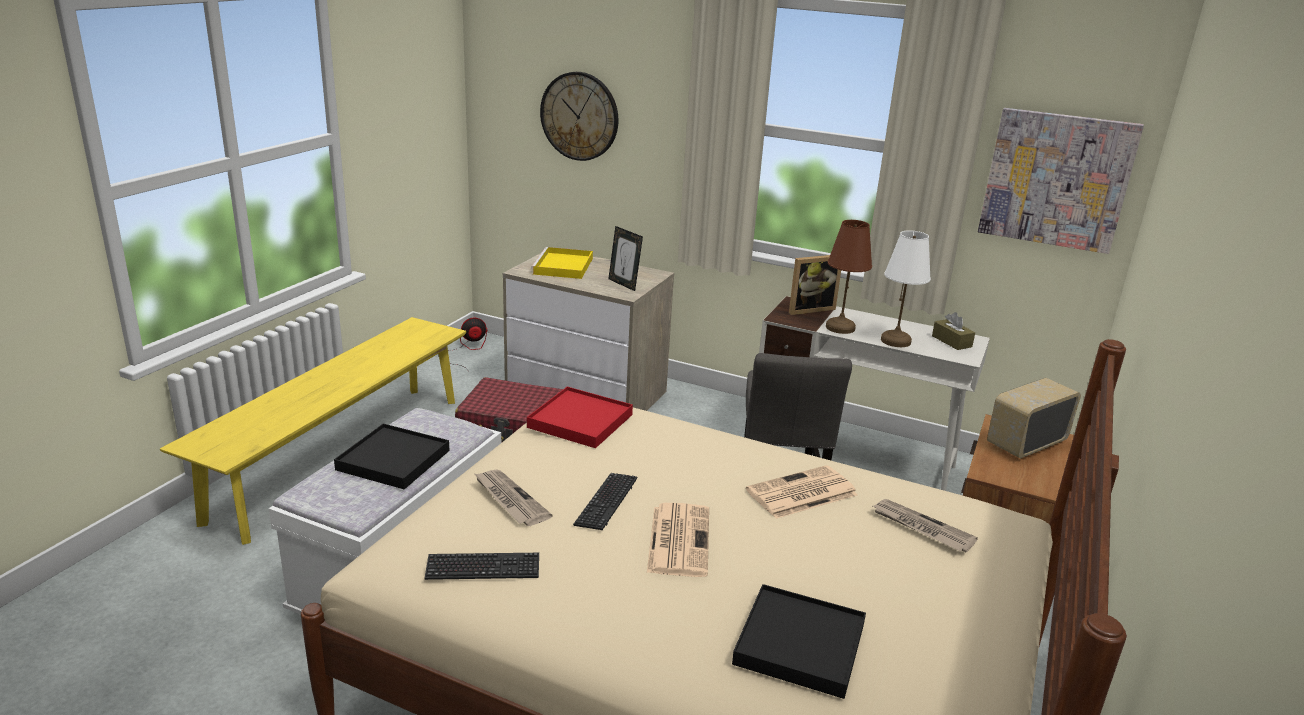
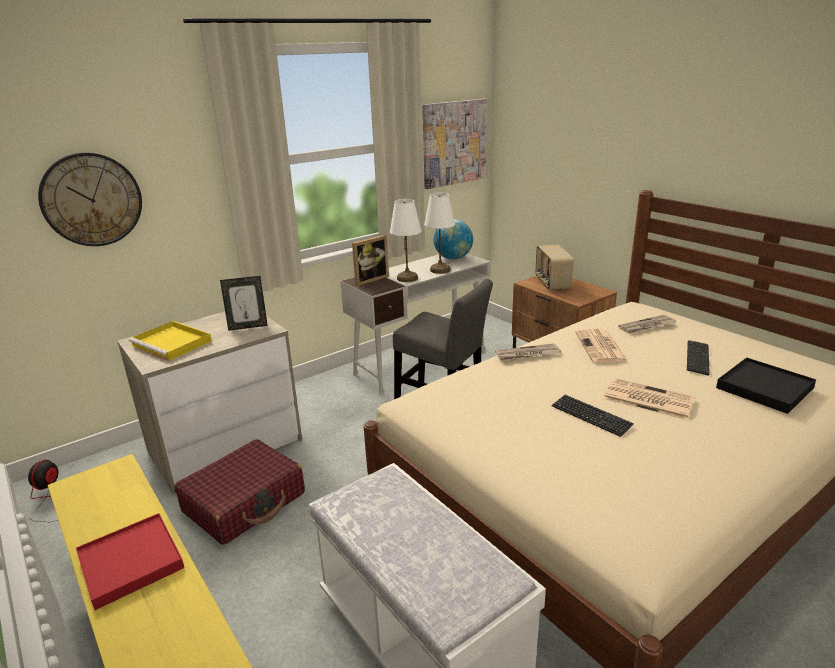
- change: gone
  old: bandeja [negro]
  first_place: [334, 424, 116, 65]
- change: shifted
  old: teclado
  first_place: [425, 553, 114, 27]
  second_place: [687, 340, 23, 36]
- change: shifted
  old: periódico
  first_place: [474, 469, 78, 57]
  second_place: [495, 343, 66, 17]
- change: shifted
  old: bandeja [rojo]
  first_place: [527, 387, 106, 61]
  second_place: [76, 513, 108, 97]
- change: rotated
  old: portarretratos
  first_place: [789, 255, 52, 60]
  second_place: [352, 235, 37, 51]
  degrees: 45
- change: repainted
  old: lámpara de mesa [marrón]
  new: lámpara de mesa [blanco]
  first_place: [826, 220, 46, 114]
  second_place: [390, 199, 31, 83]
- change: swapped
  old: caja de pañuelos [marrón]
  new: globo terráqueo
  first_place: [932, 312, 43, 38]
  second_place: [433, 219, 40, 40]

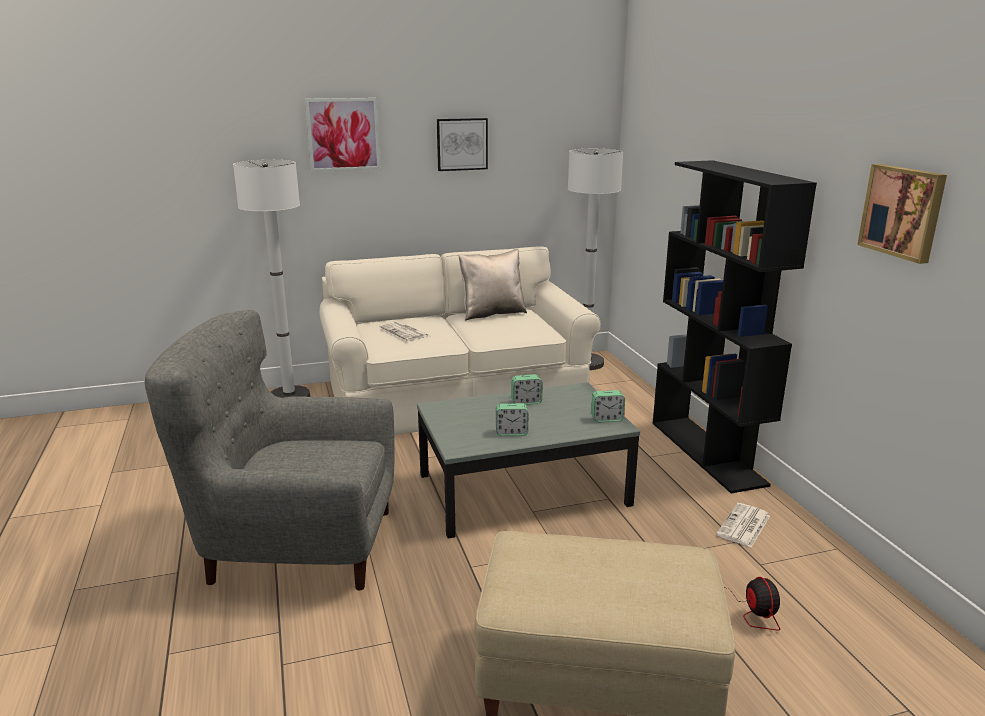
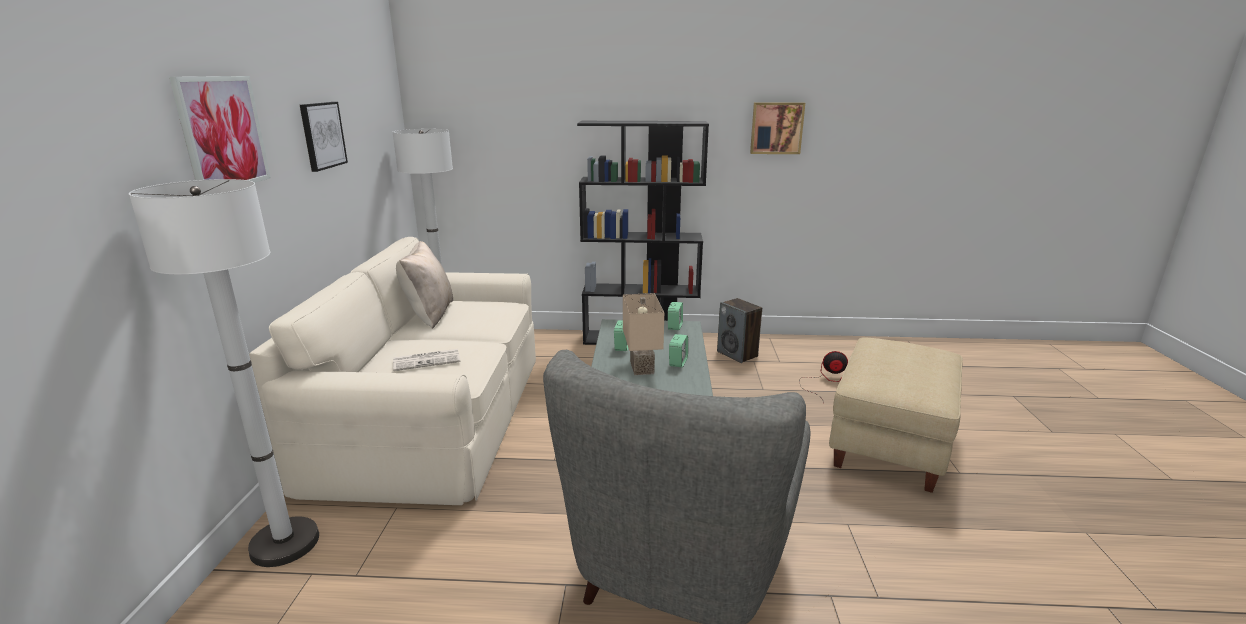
- change: swapped
  old: periódico
  new: altavoz
  first_place: [716, 503, 54, 44]
  second_place: [717, 298, 45, 65]
- change: new
  new: lámpara de mesa [beis]
  second_place: [623, 293, 41, 82]

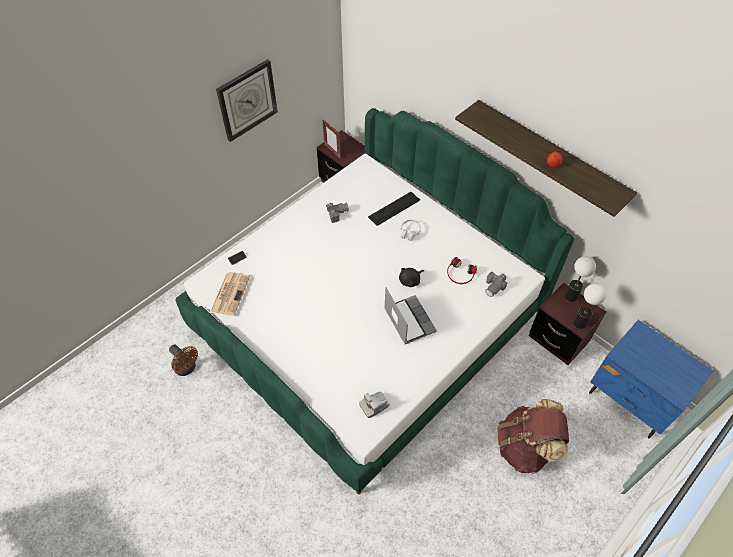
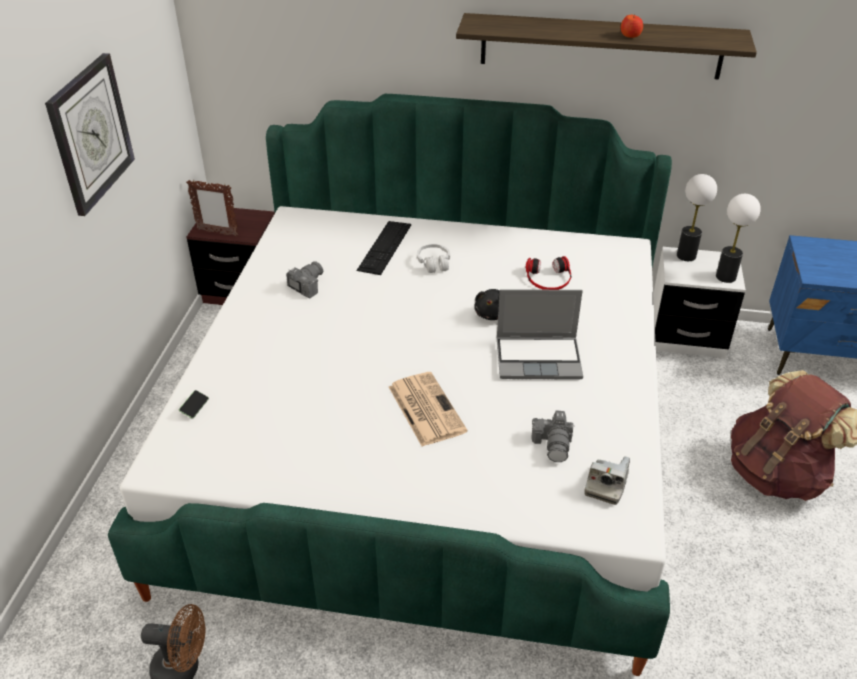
- change: shifted
  old: periódico
  first_place: [210, 272, 40, 44]
  second_place: [389, 372, 78, 74]
- change: rotated
  old: portátil
  first_place: [384, 288, 53, 56]
  second_place: [497, 289, 86, 91]
  degrees: 150
- change: shifted
  old: cámara
  first_place: [485, 271, 22, 26]
  second_place: [531, 410, 44, 52]
- change: repainted
  old: mesita de noche [marrón]
  new: mesita de noche [blanco]
  first_place: [529, 283, 77, 82]
  second_place: [653, 247, 93, 111]

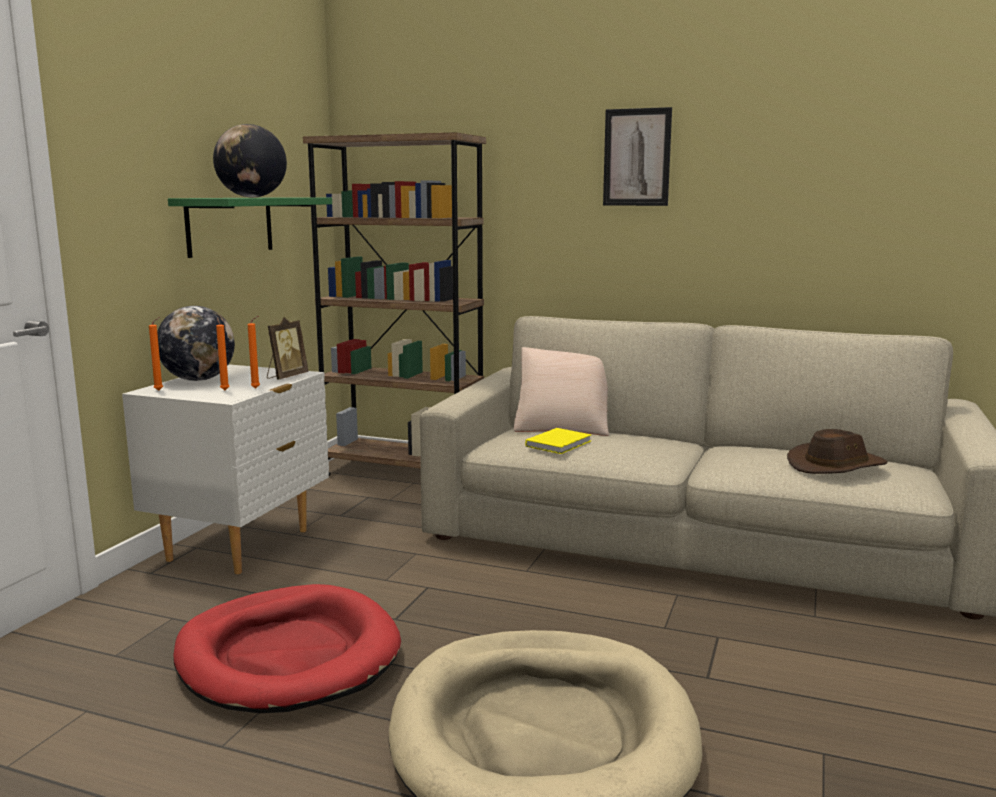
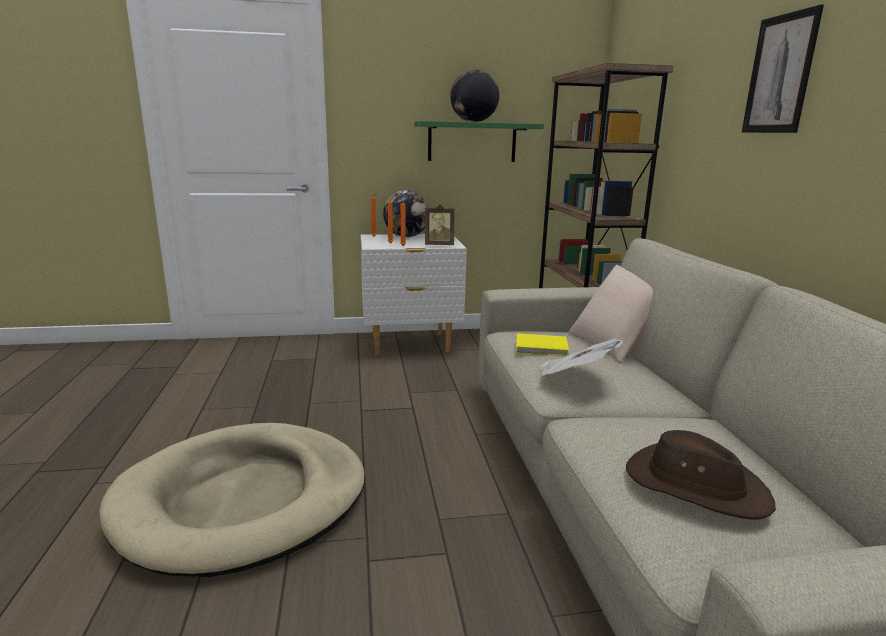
- change: gone
  old: cama para perro [rojo]
  first_place: [173, 584, 228, 129]
- change: new
  new: periódico
  second_place: [539, 338, 84, 39]

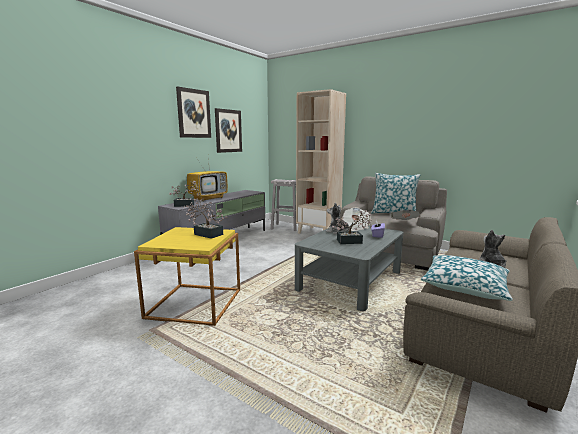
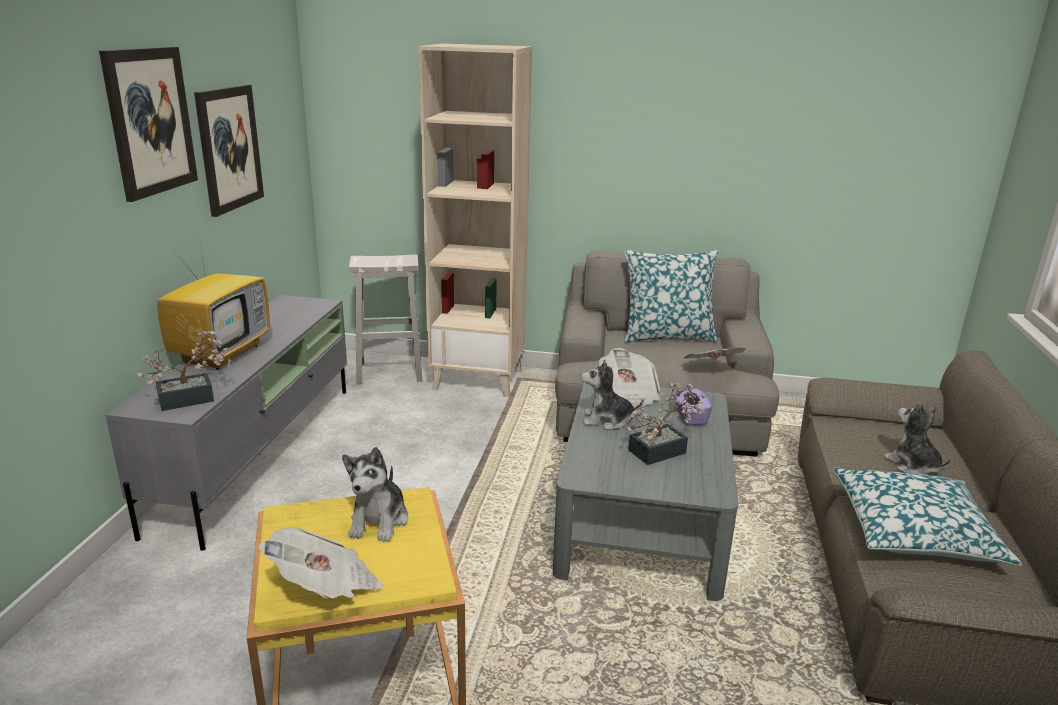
- change: swapped
  old: planta en maceta
  new: peluche
  first_place: [184, 198, 44, 41]
  second_place: [342, 447, 66, 95]
- change: new
  new: periódico
  second_place: [258, 527, 125, 72]

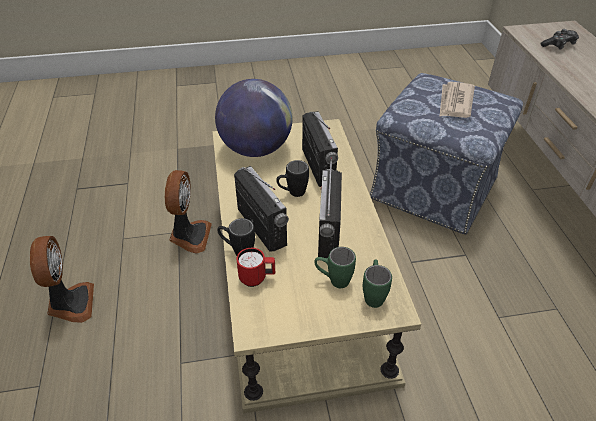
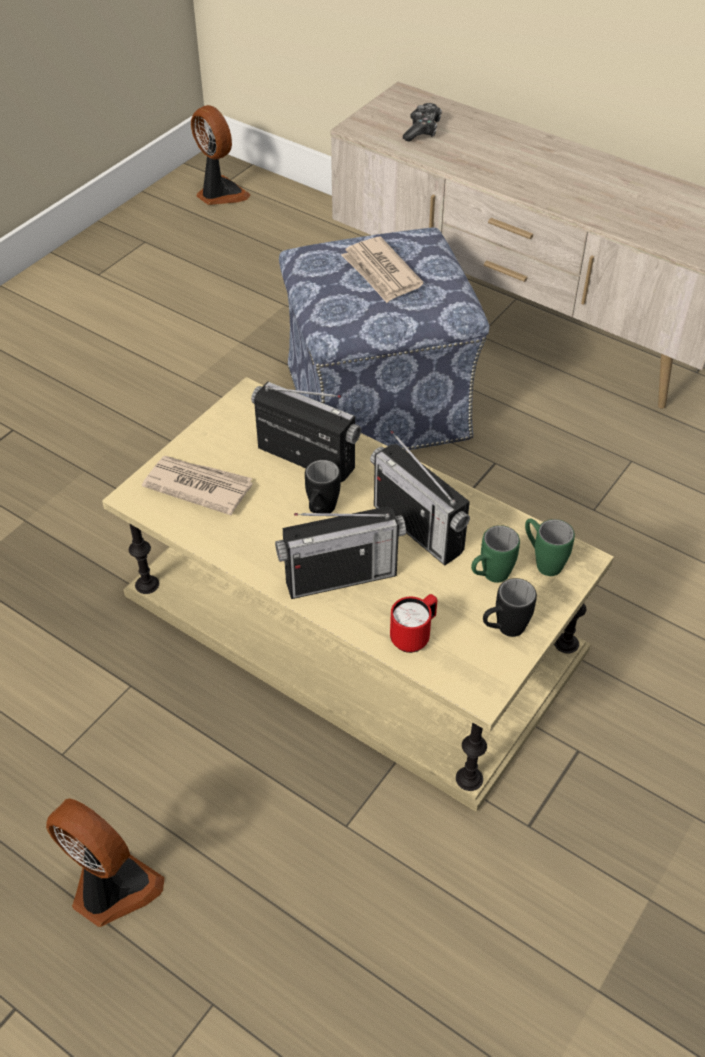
- change: shifted
  old: ventilador
  first_place: [165, 170, 47, 83]
  second_place: [191, 105, 60, 100]
- change: swapped
  old: globo terráqueo
  new: periódico
  first_place: [215, 79, 78, 78]
  second_place: [142, 456, 110, 59]
- change: shifted
  old: taza grande [negro]
  first_place: [217, 218, 38, 38]
  second_place: [483, 578, 54, 59]
- change: rotated
  old: radio
  first_place: [234, 166, 55, 86]
  second_place: [275, 506, 131, 93]
  degrees: 150

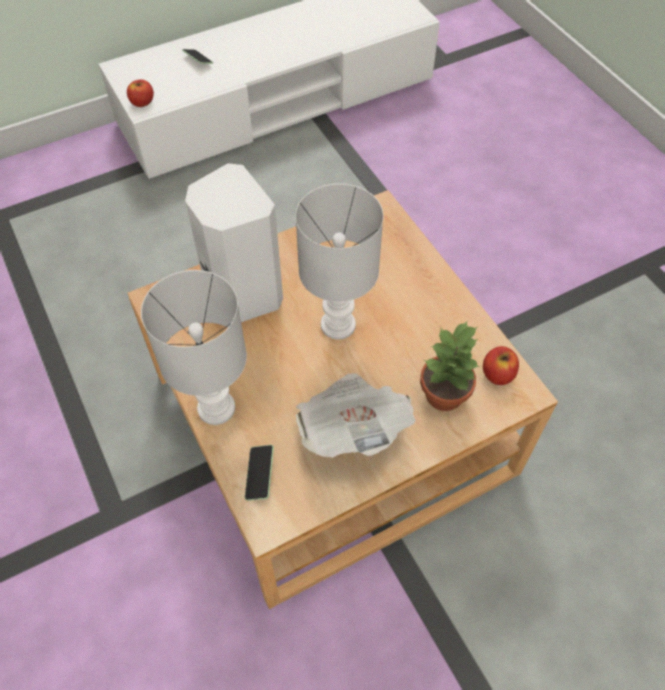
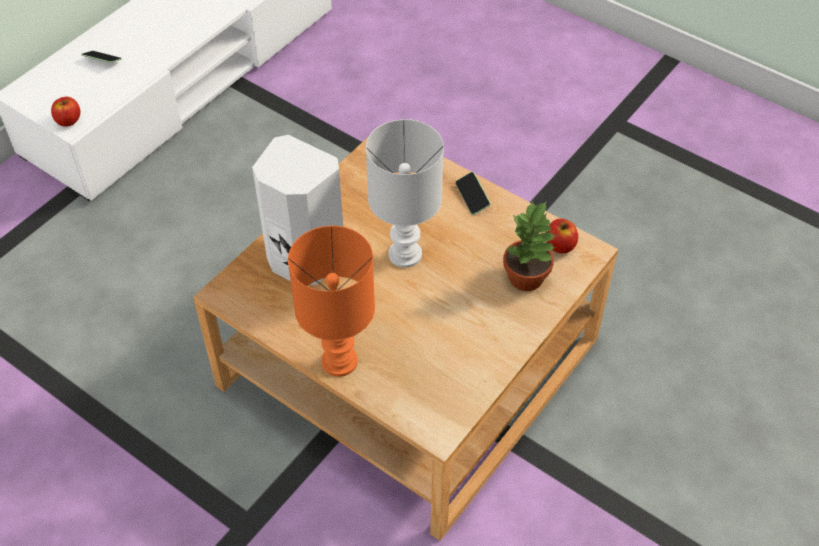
- change: repainted
  old: lámpara de mesa [blanco]
  new: lámpara de mesa [naranja]
  first_place: [141, 270, 106, 155]
  second_place: [288, 226, 87, 151]
- change: shifted
  old: móvil
  first_place: [245, 445, 29, 56]
  second_place: [455, 172, 36, 43]
- change: gone
  old: periódico
  first_place: [296, 373, 120, 85]

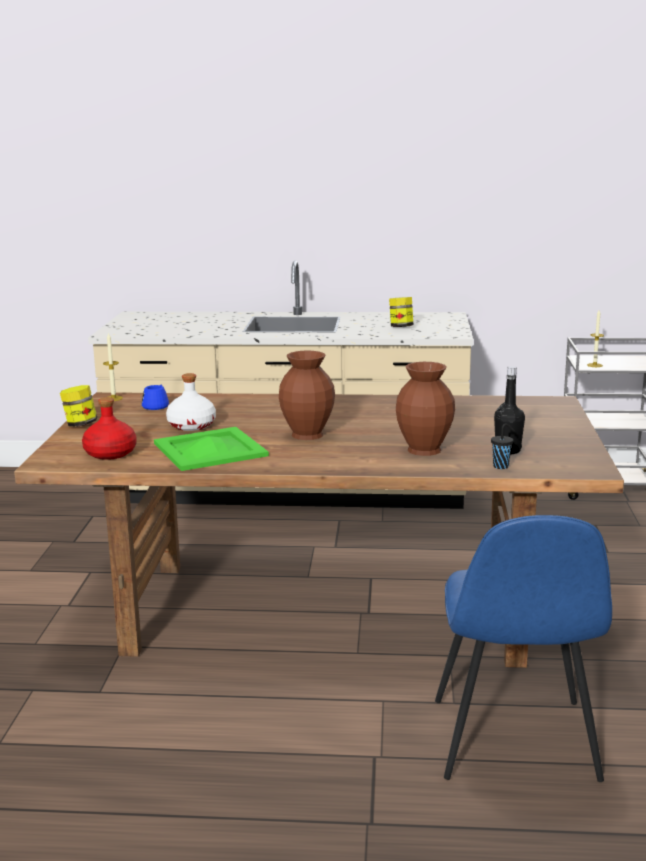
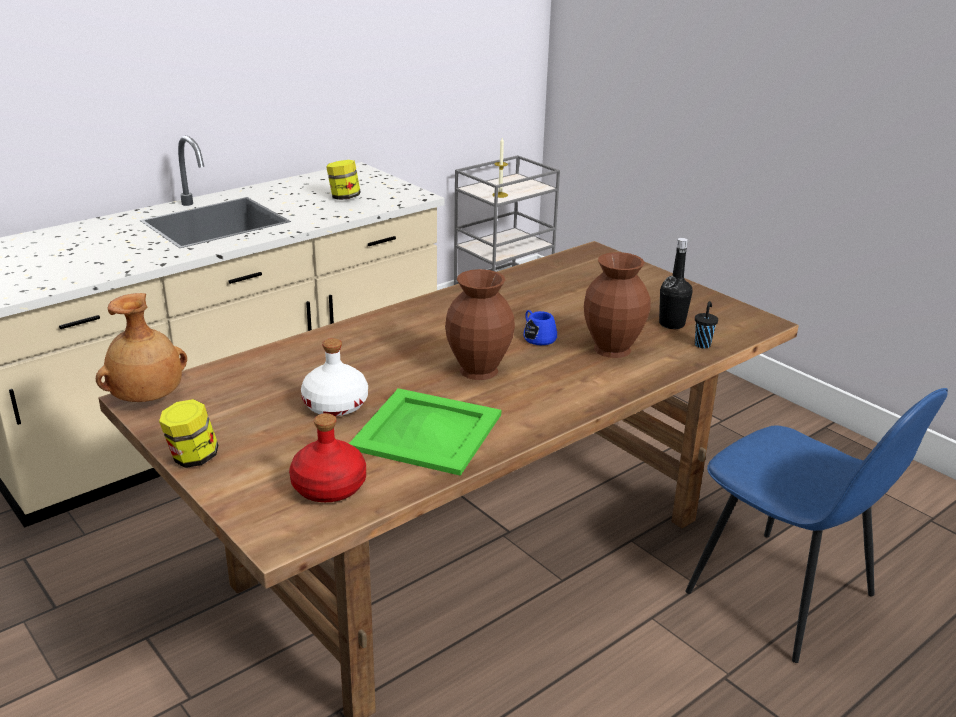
- change: swapped
  old: vela
  new: florero [marrón]
  first_place: [103, 332, 20, 69]
  second_place: [96, 293, 91, 109]
- change: shifted
  old: taza grande [azul]
  first_place: [142, 385, 27, 25]
  second_place: [523, 310, 34, 35]

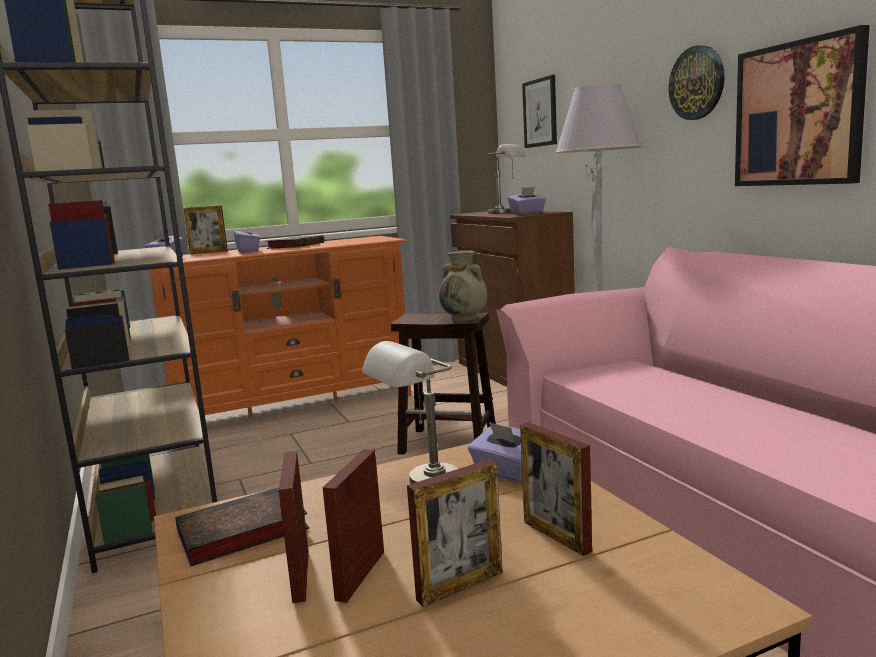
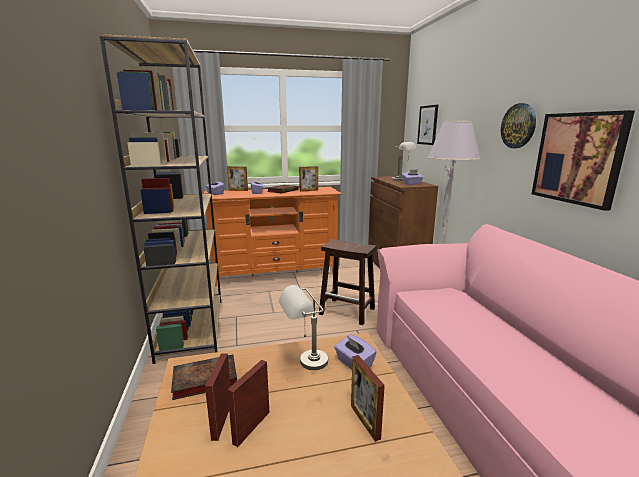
- change: shifted
  old: portarretratos
  first_place: [407, 459, 96, 148]
  second_place: [299, 166, 19, 26]
- change: gone
  old: florero [beis]
  first_place: [439, 250, 49, 71]

